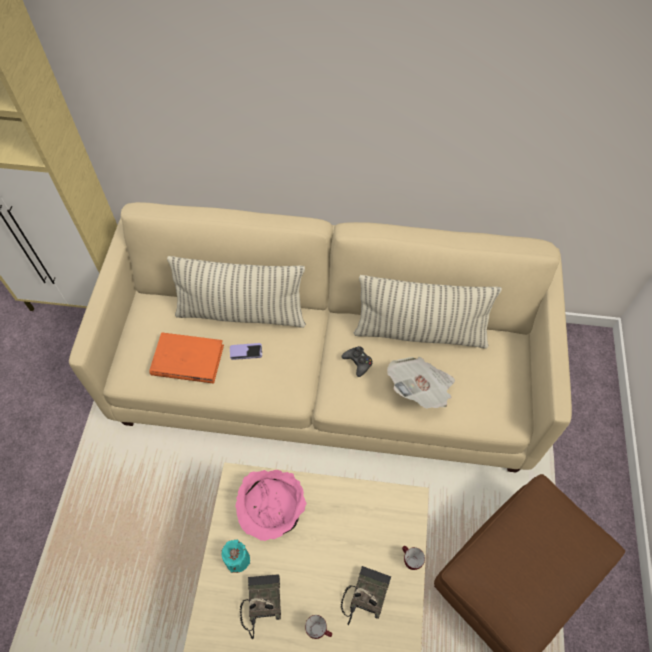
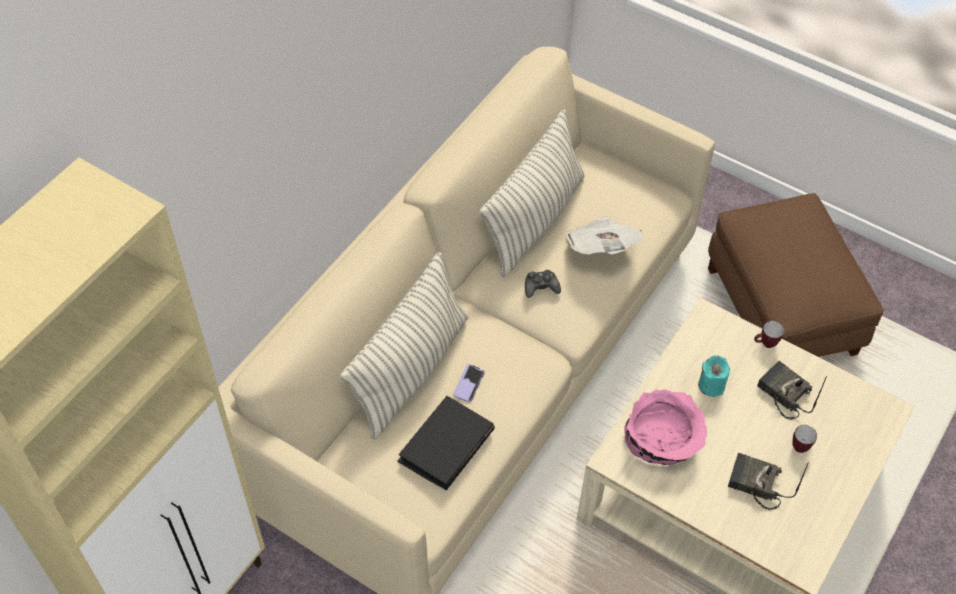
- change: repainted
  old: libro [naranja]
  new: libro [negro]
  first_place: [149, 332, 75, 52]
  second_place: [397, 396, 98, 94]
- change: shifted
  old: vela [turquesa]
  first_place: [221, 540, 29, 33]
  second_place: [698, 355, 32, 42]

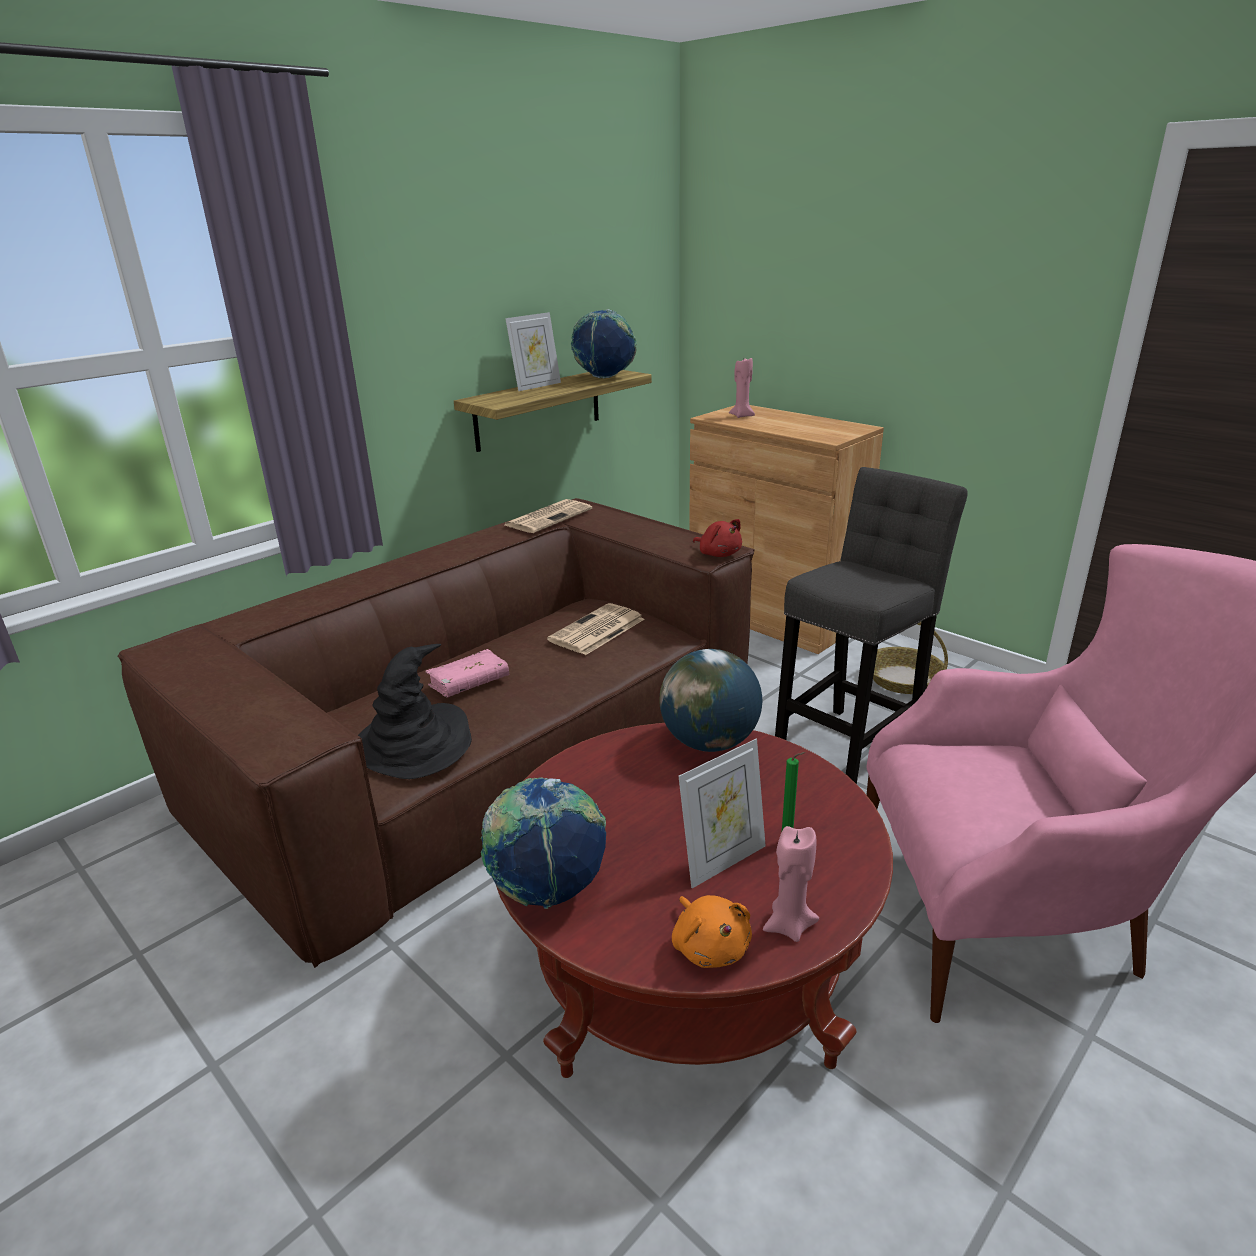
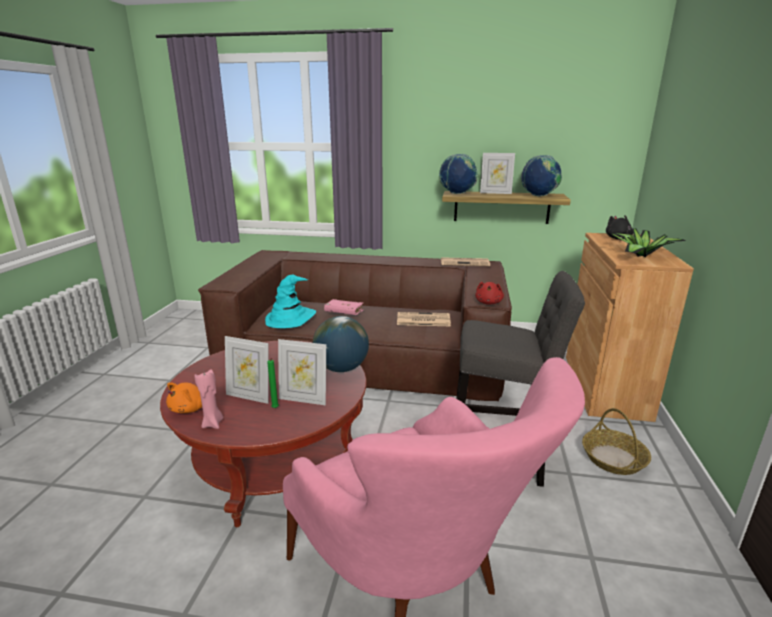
- change: repainted
  old: sombrero [negro]
  new: sombrero [turquesa]
  first_place: [358, 644, 114, 135]
  second_place: [265, 275, 51, 53]
- change: shifted
  old: globo terráqueo
  first_place: [481, 777, 125, 132]
  second_place: [439, 154, 39, 40]
- change: swapped
  old: vela [rosa]
  new: peluche [negro]
  first_place: [729, 358, 26, 60]
  second_place: [606, 215, 27, 25]
- change: new
  new: portarretratos
  second_place: [278, 339, 48, 66]
- change: new
  new: planta en maceta
  second_place: [612, 228, 73, 29]

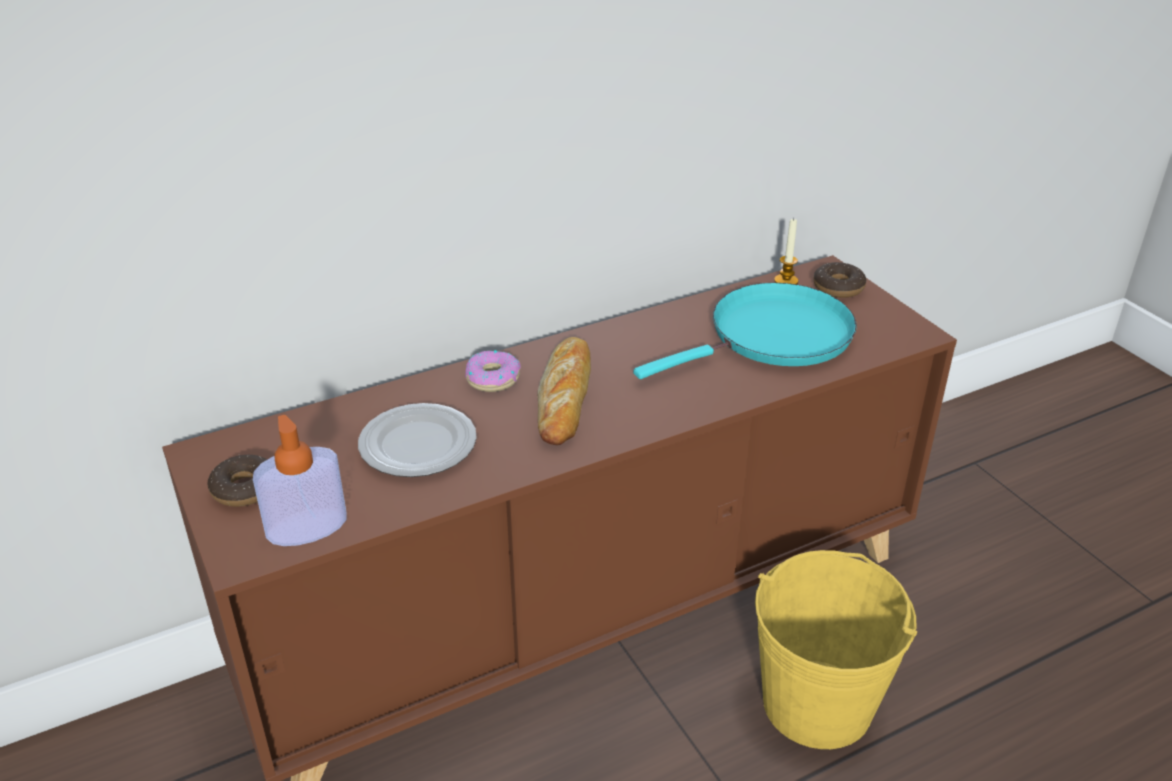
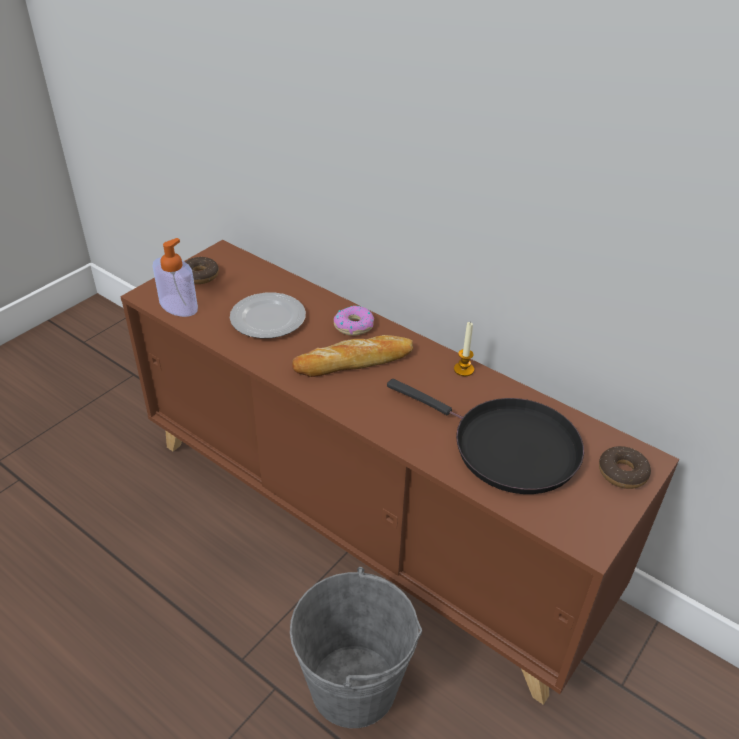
- change: repainted
  old: sartén [turquesa]
  new: sartén [negro]
  first_place: [633, 283, 224, 96]
  second_place: [387, 379, 197, 115]
- change: repainted
  old: cubo [amarillo]
  new: cubo [gris]
  first_place: [755, 550, 162, 199]
  second_place: [290, 567, 132, 161]
- change: shifted
  old: vela
  first_place: [774, 218, 24, 66]
  second_place: [454, 322, 20, 54]

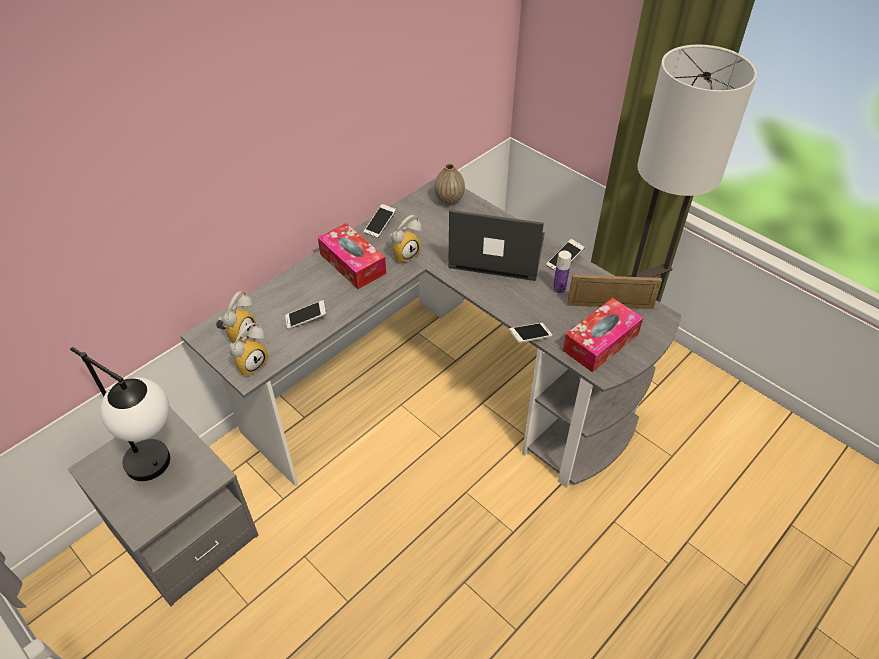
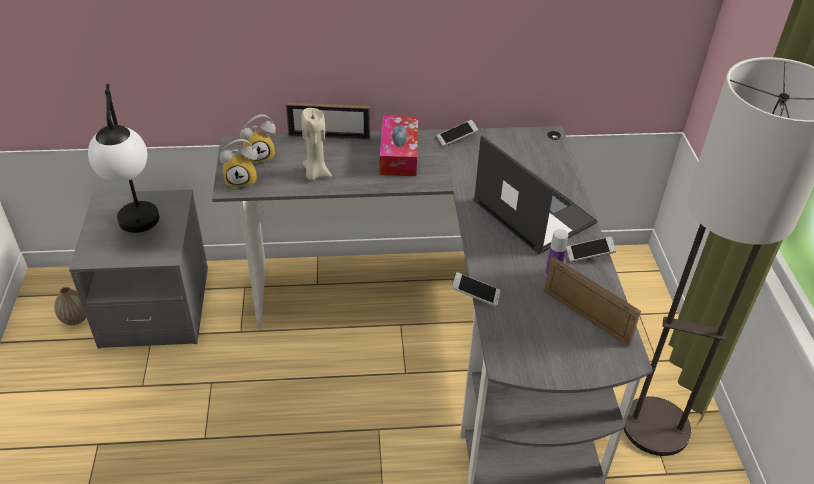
- change: swapped
  old: móvil
  new: vela [beis]
  first_place: [285, 300, 42, 29]
  second_place: [301, 108, 31, 72]
- change: gone
  old: despertador
  first_place: [390, 215, 32, 49]
- change: shifted
  old: florero
  first_place: [434, 163, 31, 42]
  second_place: [54, 287, 32, 38]
- change: gone
  old: caja de pañuelos
  first_place: [563, 298, 80, 74]
- change: new
  new: portarretratos
  second_place: [286, 103, 84, 37]

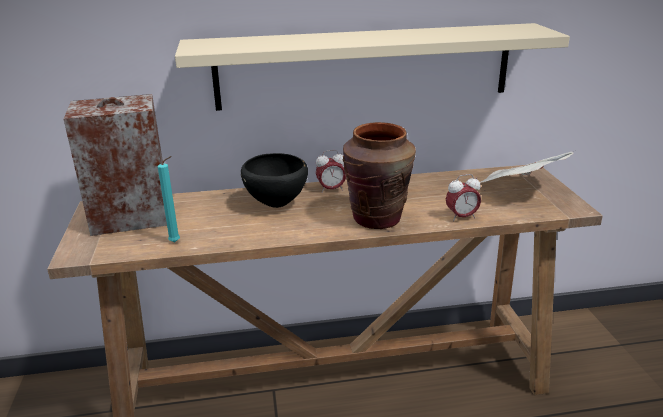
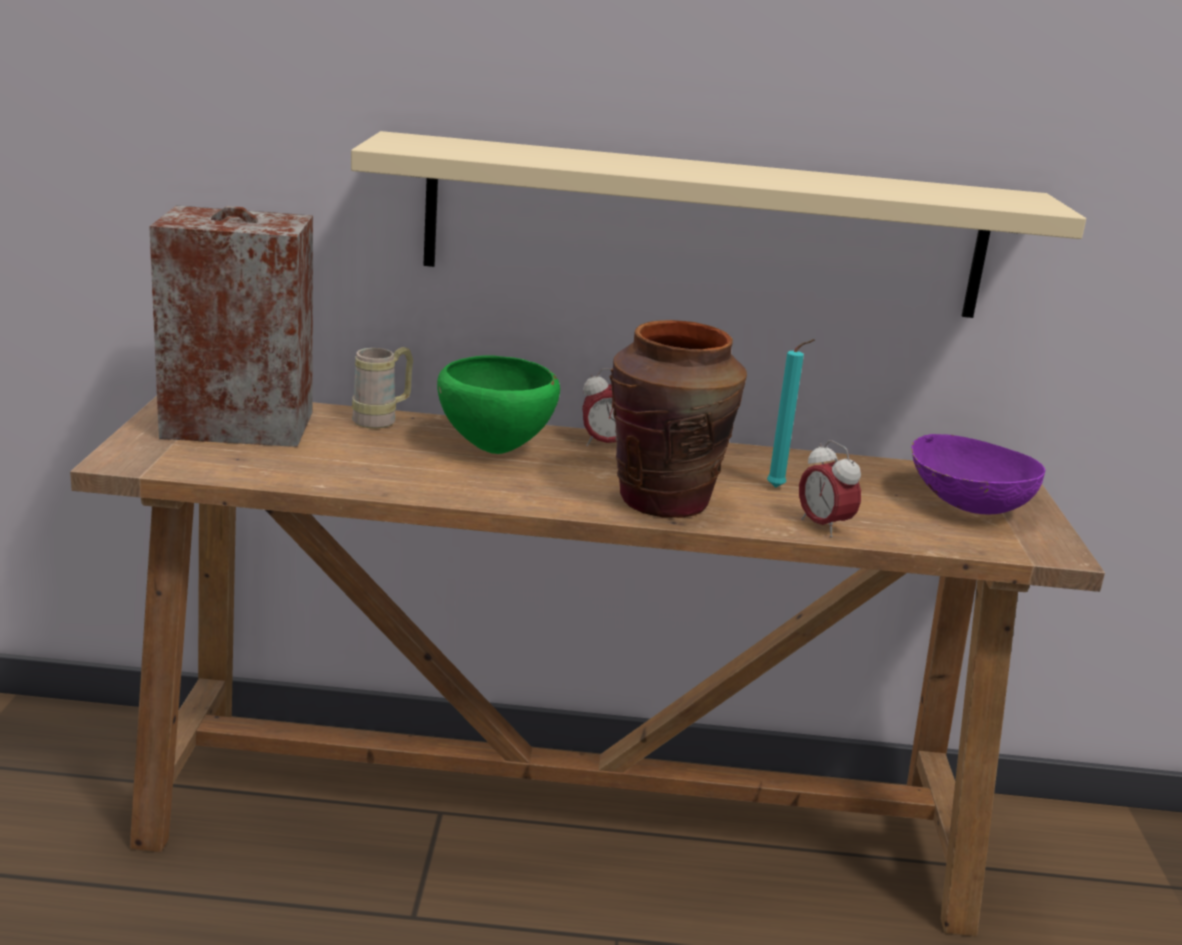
- change: shifted
  old: vela [turquesa]
  first_place: [158, 156, 22, 86]
  second_place: [767, 339, 48, 149]
- change: repainted
  old: cuenco [negro]
  new: cuenco [verde]
  first_place: [241, 153, 67, 55]
  second_place: [437, 355, 123, 99]
- change: rotated
  old: despertador
  first_place: [446, 174, 35, 47]
  second_place: [799, 440, 62, 98]
  degrees: 60
- change: swapped
  old: periódico
  new: cuenco [morado]
  first_place: [480, 151, 94, 32]
  second_place: [911, 434, 134, 80]
- change: new
  new: taza grande [beis]
  second_place: [352, 347, 61, 81]

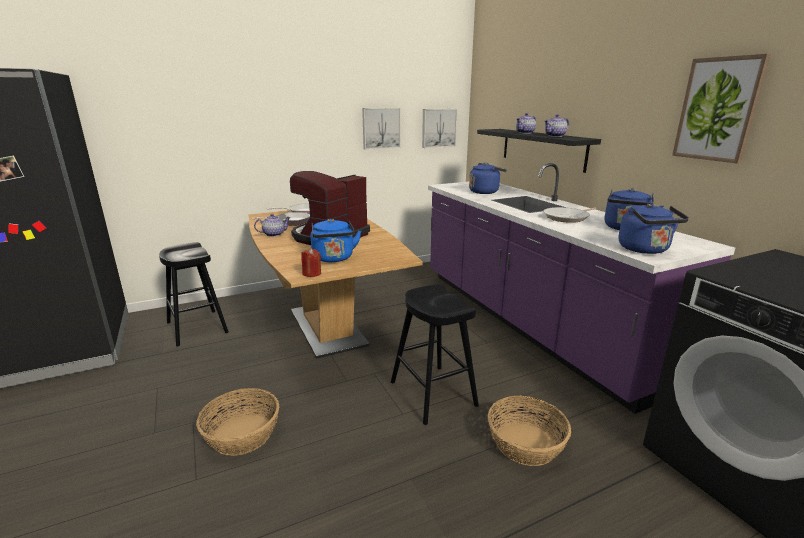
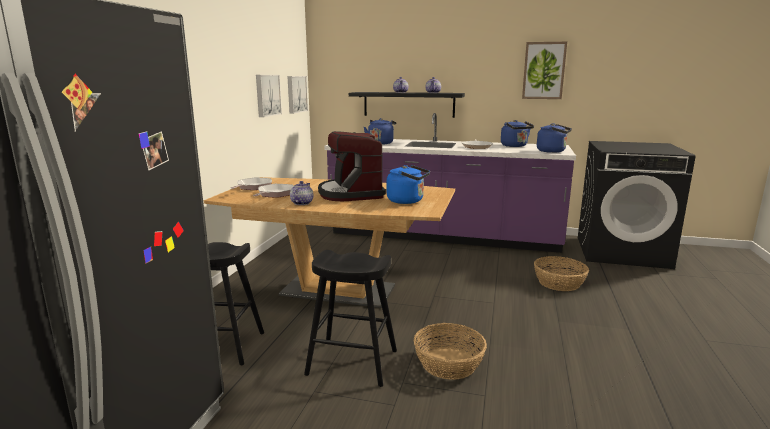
- change: gone
  old: vela [rojo]
  first_place: [301, 248, 20, 29]
- change: shifted
  old: taburete [negro]
  first_place: [391, 284, 88, 141]
  second_place: [304, 250, 93, 137]

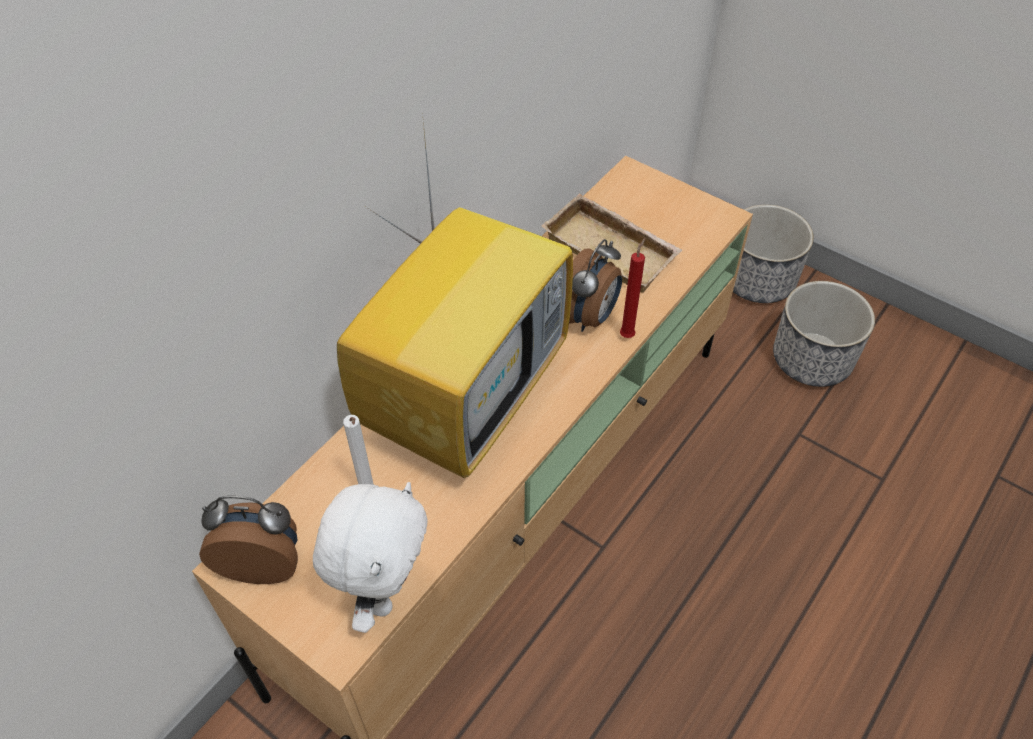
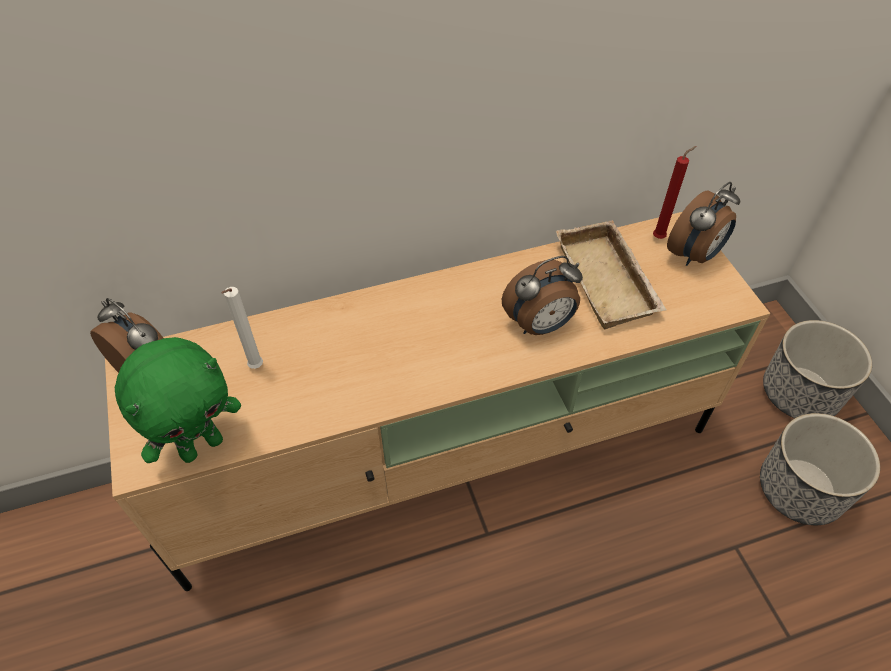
- change: repainted
  old: peluche [blanco]
  new: peluche [verde]
  first_place: [313, 482, 114, 151]
  second_place: [115, 337, 126, 126]
- change: gone
  old: televisor
  first_place: [337, 122, 236, 356]
- change: shifted
  old: vela [rojo]
  first_place: [620, 238, 25, 100]
  second_place: [653, 146, 43, 93]
- change: new
  new: despertador
  second_place: [667, 182, 73, 84]

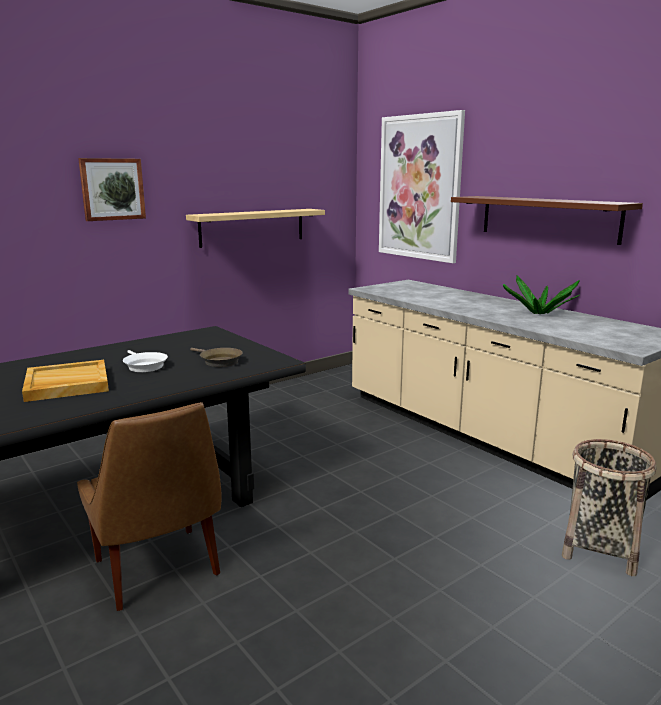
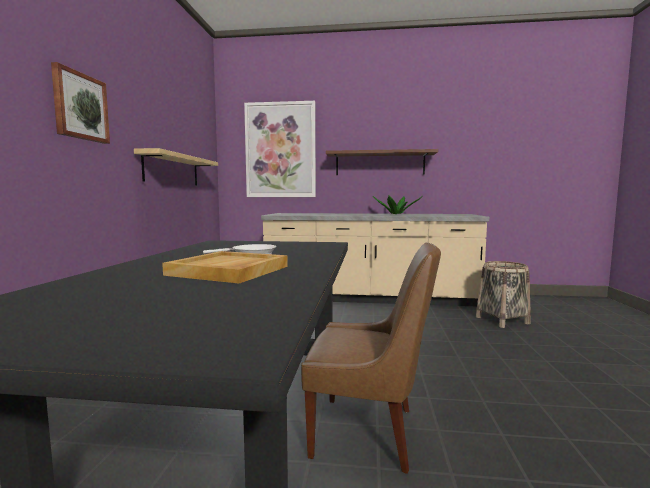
- change: gone
  old: sartén [marrón]
  first_place: [190, 348, 53, 19]

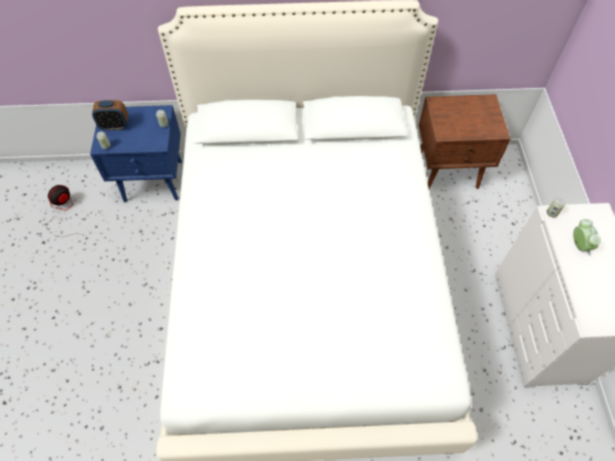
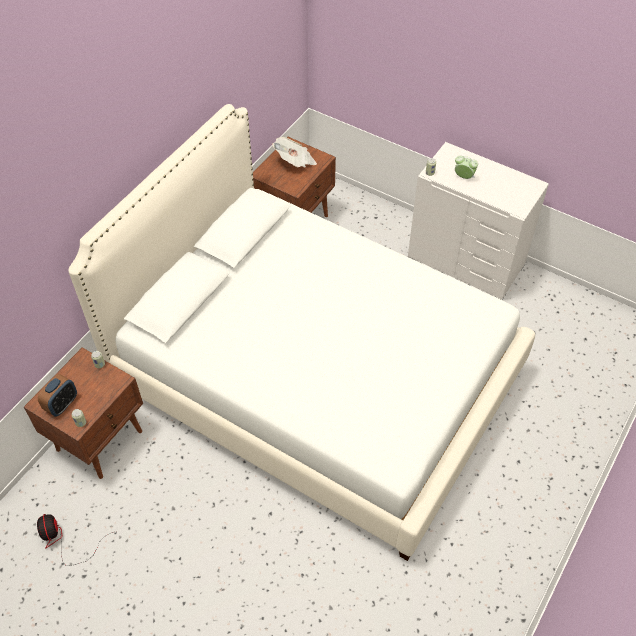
- change: repainted
  old: mesita de noche [azul]
  new: mesita de noche [marrón]
  first_place: [90, 105, 92, 97]
  second_place: [24, 347, 119, 132]
- change: new
  new: periódico
  second_place: [272, 137, 45, 30]

